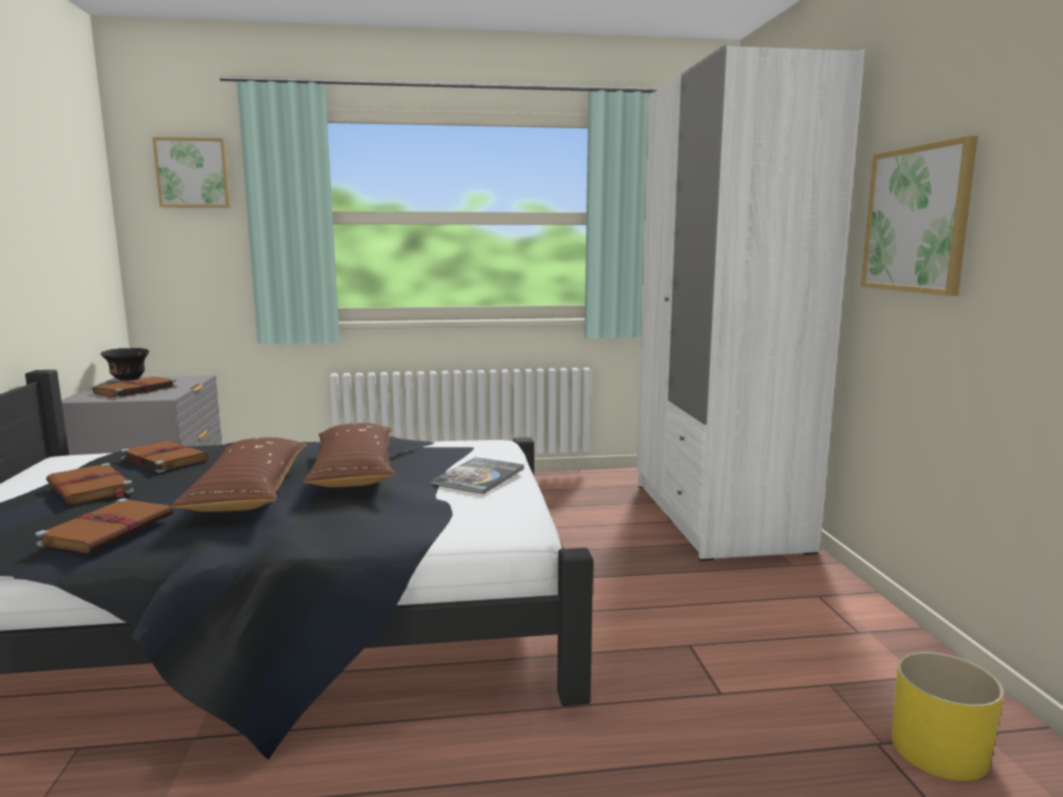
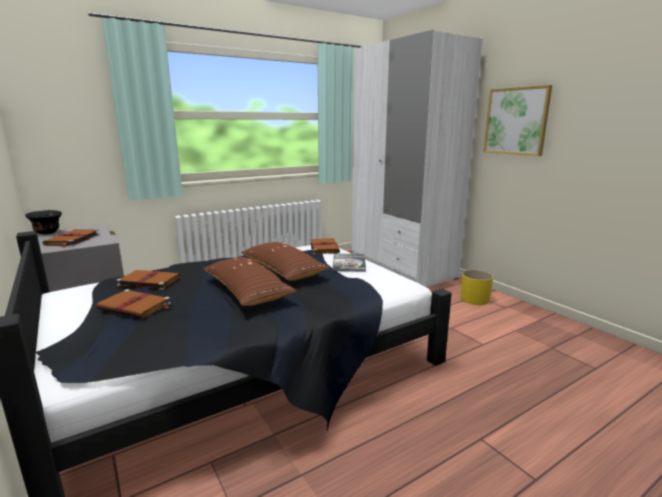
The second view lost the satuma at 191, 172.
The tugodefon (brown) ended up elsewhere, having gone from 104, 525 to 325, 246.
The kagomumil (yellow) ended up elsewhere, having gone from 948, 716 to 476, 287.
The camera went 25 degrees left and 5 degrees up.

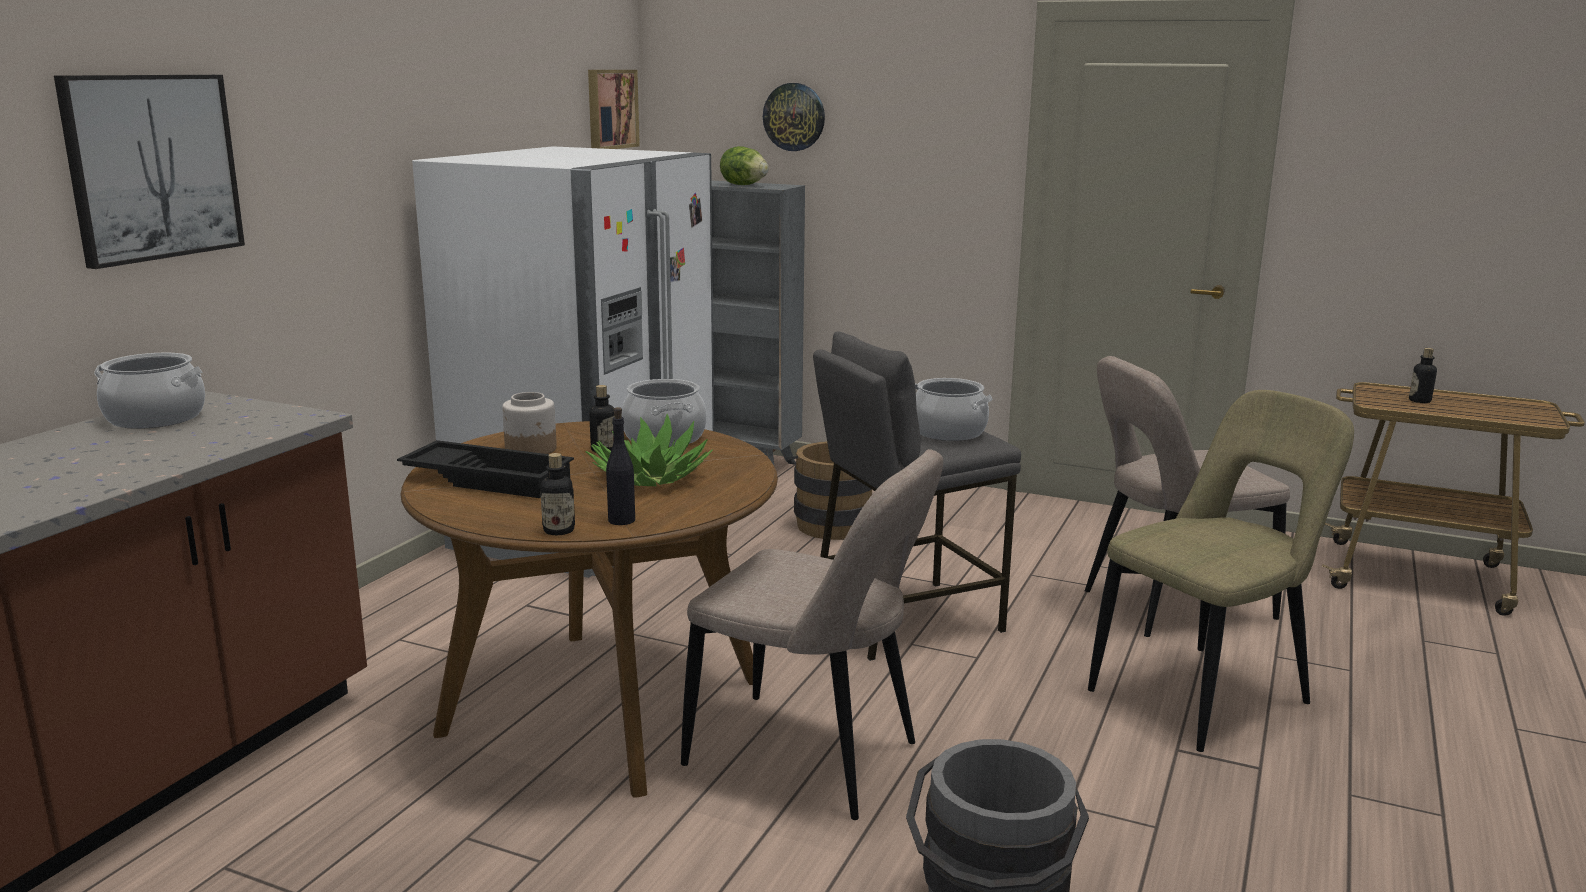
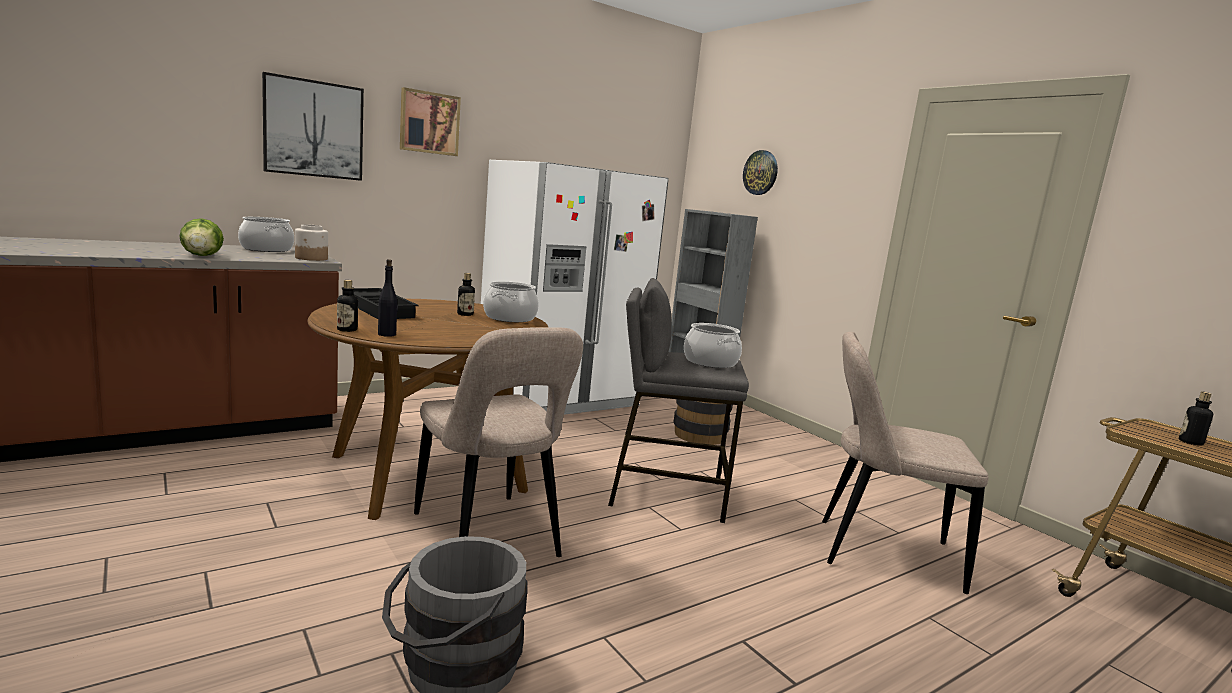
The second view lost the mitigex at 649, 450.
The second view lost the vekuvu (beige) at 1221, 571.
The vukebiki ended up elsewhere, having gone from 529, 423 to 311, 242.
The satuma ended up elsewhere, having gone from 614, 109 to 430, 121.
The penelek ended up elsewhere, having gone from 744, 165 to 201, 237.
The camera went 30 degrees right and 5 degrees down.

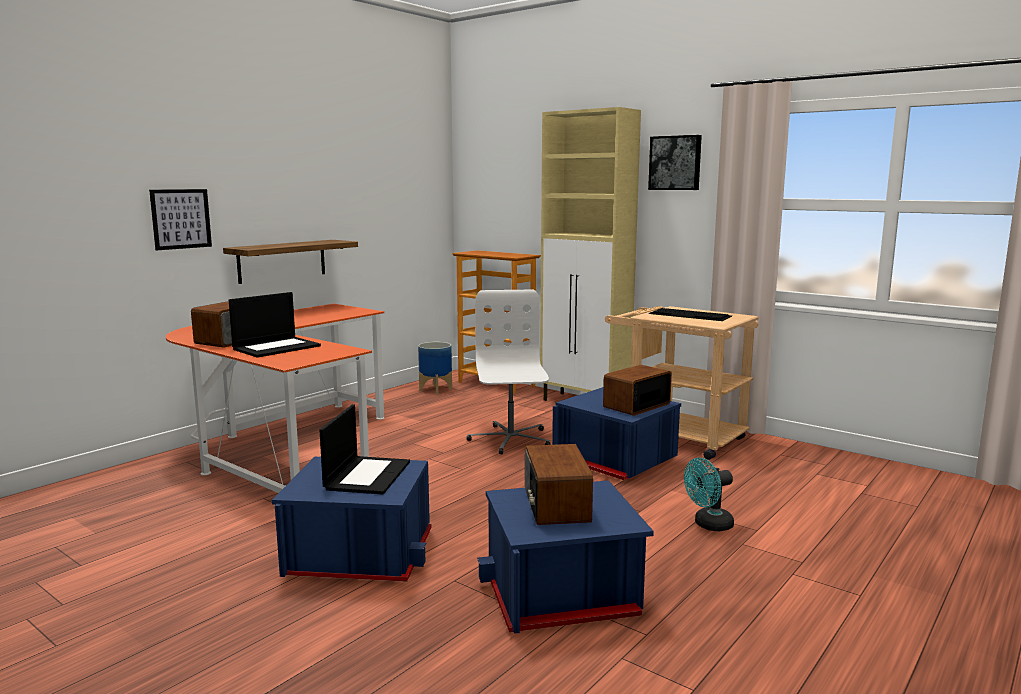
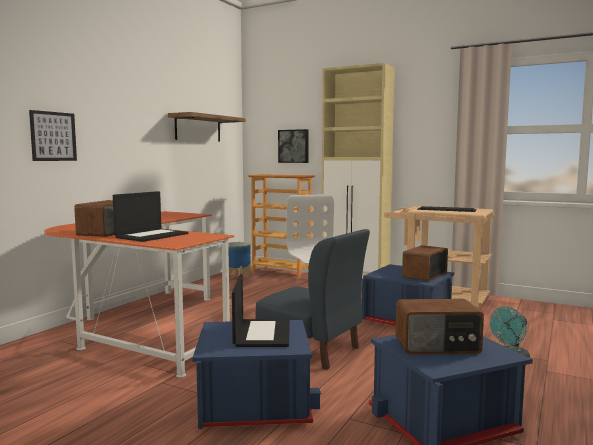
The second view gained the vekuvu (blue) at 312, 299.
The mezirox ended up elsewhere, having gone from 290, 262 to 207, 127.
The satuma ended up elsewhere, having gone from 675, 162 to 293, 146.
The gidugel at 559, 484 ended up facing another way, 75 degrees counterclockwise from before.
The camera went 10 degrees left and 5 degrees down.

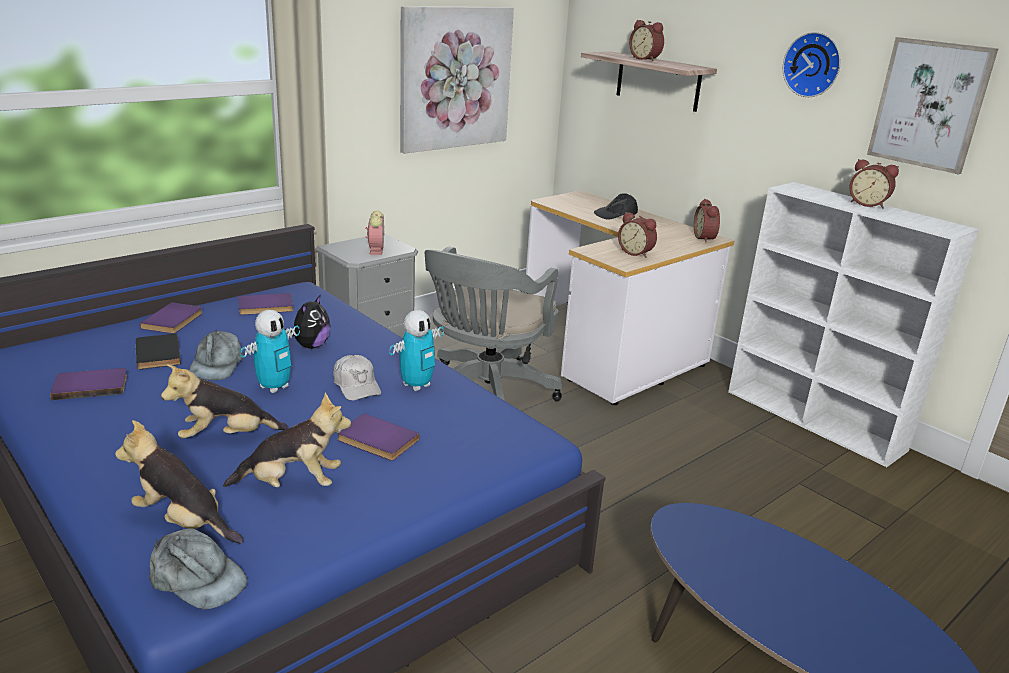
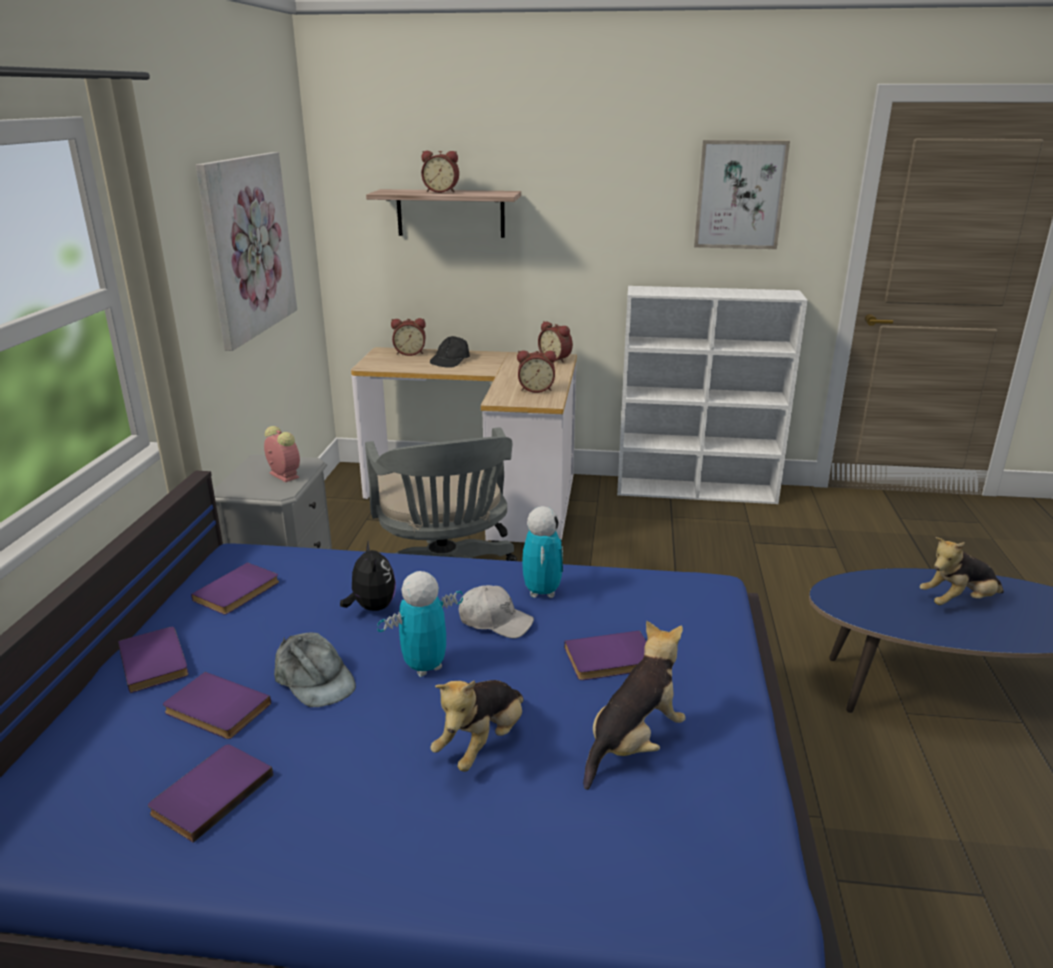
The second view lost the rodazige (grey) at 198, 569.
The second view lost the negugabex at 812, 64.
The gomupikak ended up elsewhere, having gone from 179, 481 to 962, 571.
The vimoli ended up elsewhere, having gone from 874, 184 to 408, 337.
What was the tugodefon (black) at 158, 351 turned into the tugodefon (purple) at 217, 705.
The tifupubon at 270, 351 ended up facing another way, 120 degrees counterclockwise from before.
The camera went 40 degrees left and 0 degrees up.

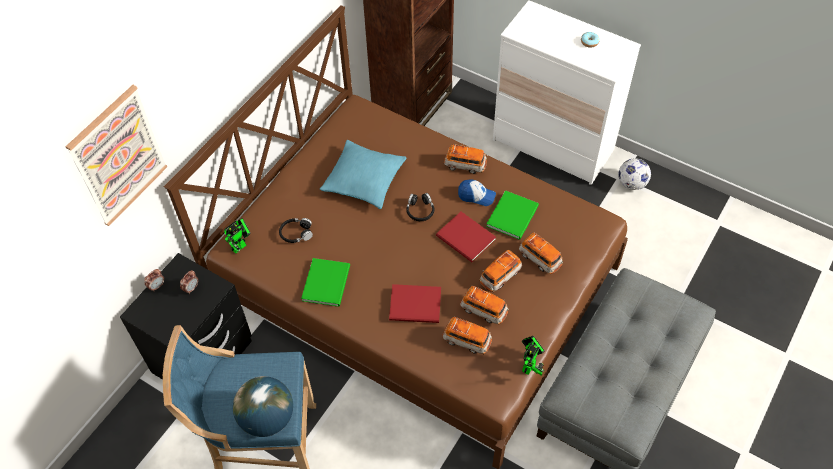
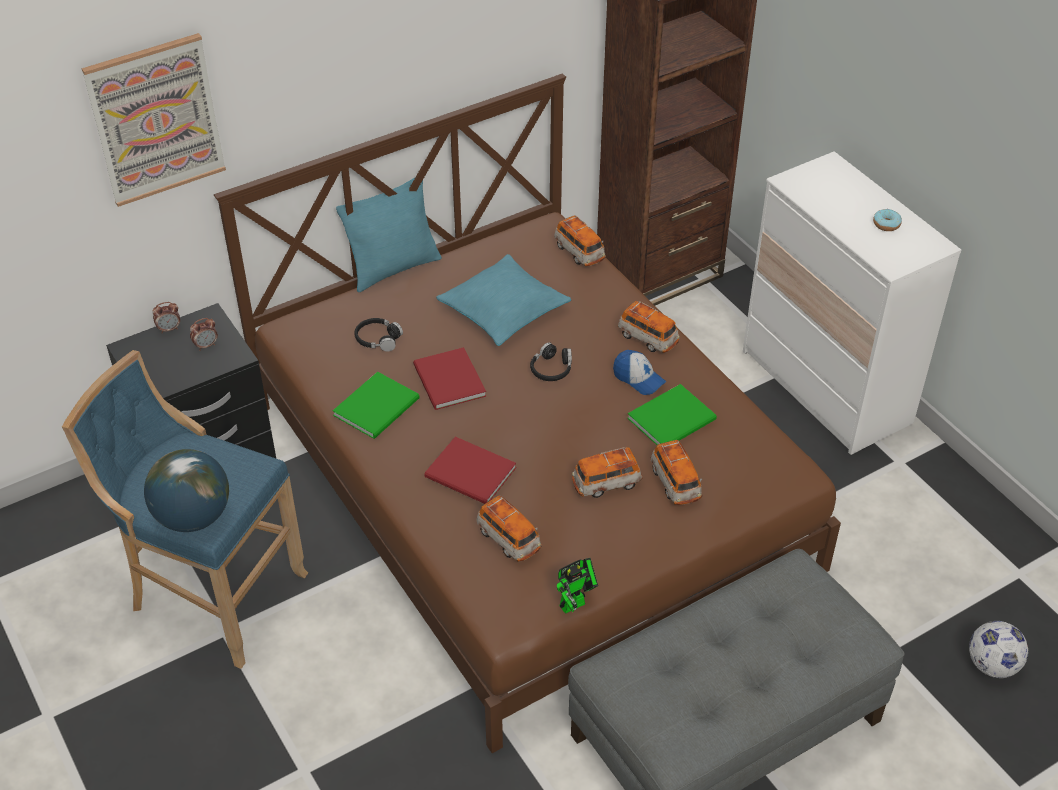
The second view lost the tifupubon at 237, 235.
The second view gained the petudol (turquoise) at 389, 235.
The tugodefon (red) ended up elsewhere, having gone from 466, 237 to 449, 378.
The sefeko ended up elsewhere, having gone from 484, 305 to 580, 240.
The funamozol ended up elsewhere, having gone from 634, 174 to 998, 649.
The camera went 25 degrees right and 10 degrees down.

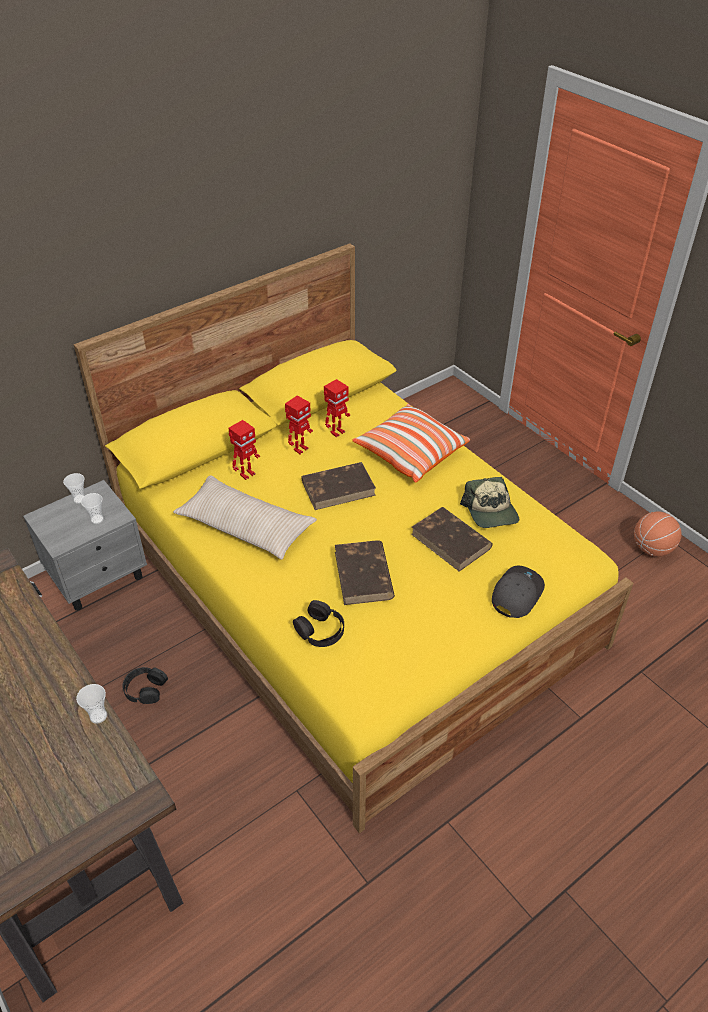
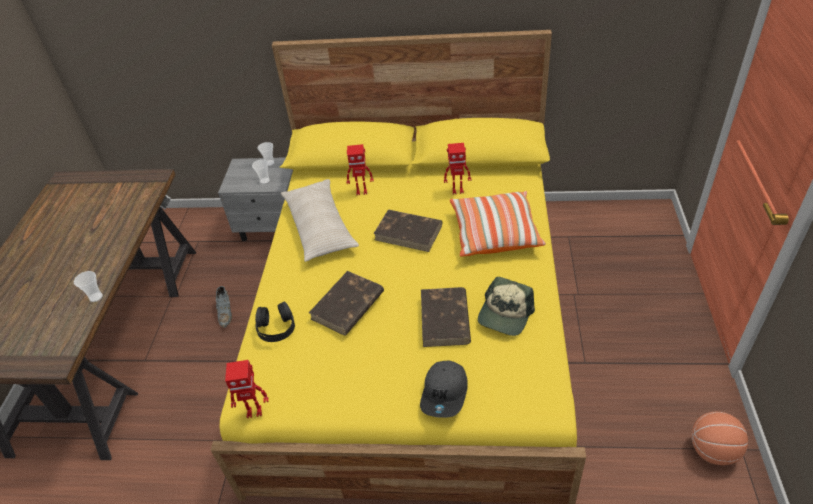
The tifupubon ended up elsewhere, having gone from 299, 424 to 246, 389.
Where the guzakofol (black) stood at 145, 685, the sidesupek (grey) came to stand at 224, 307.
The rodazige (grey) at 518, 592 ended up facing another way, 120 degrees clockwise from before.
The camera went 45 degrees right and 0 degrees up.

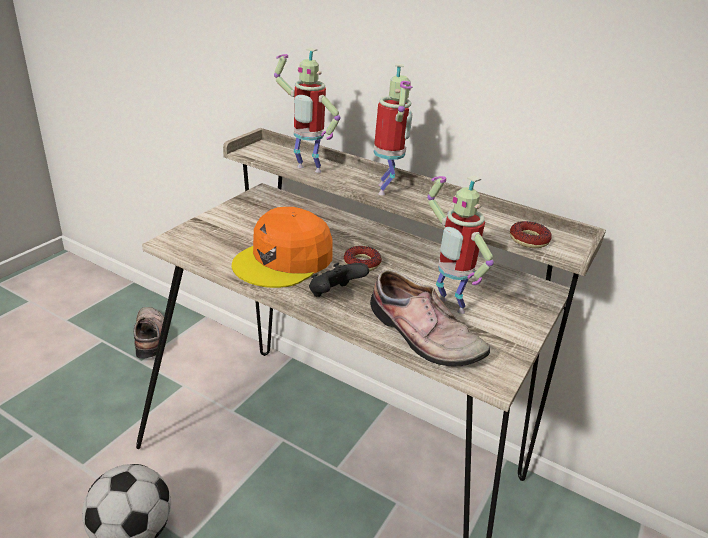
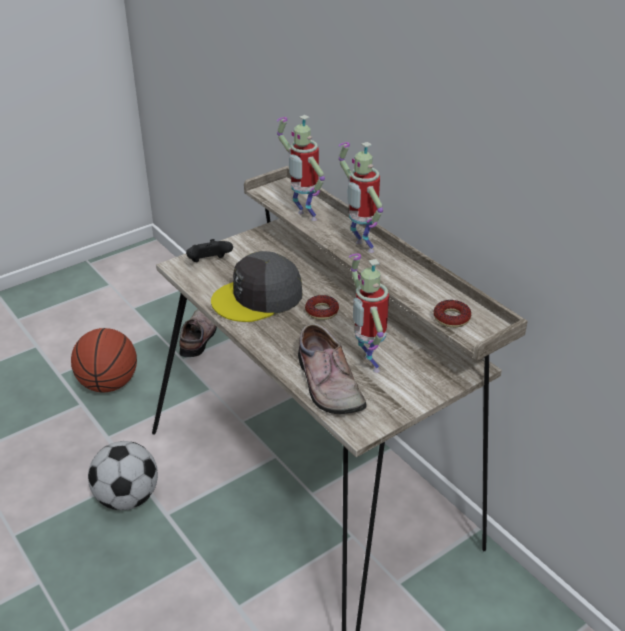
The second view gained the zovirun at 104, 360.
The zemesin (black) ended up elsewhere, having gone from 339, 280 to 209, 250.
What was the rodazige (orange) at 282, 247 turned into the rodazige (grey) at 257, 286.
The tifupubon at 393, 129 ended up facing another way, 120 degrees clockwise from before.
The camera went 25 degrees right and 5 degrees up.

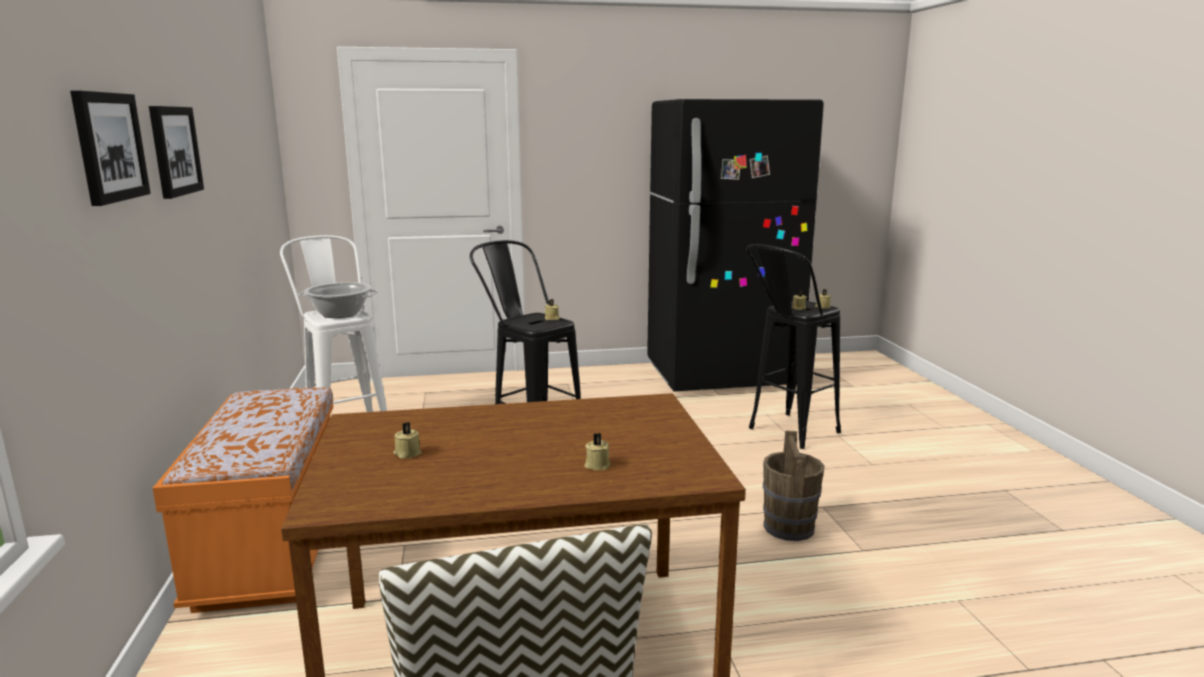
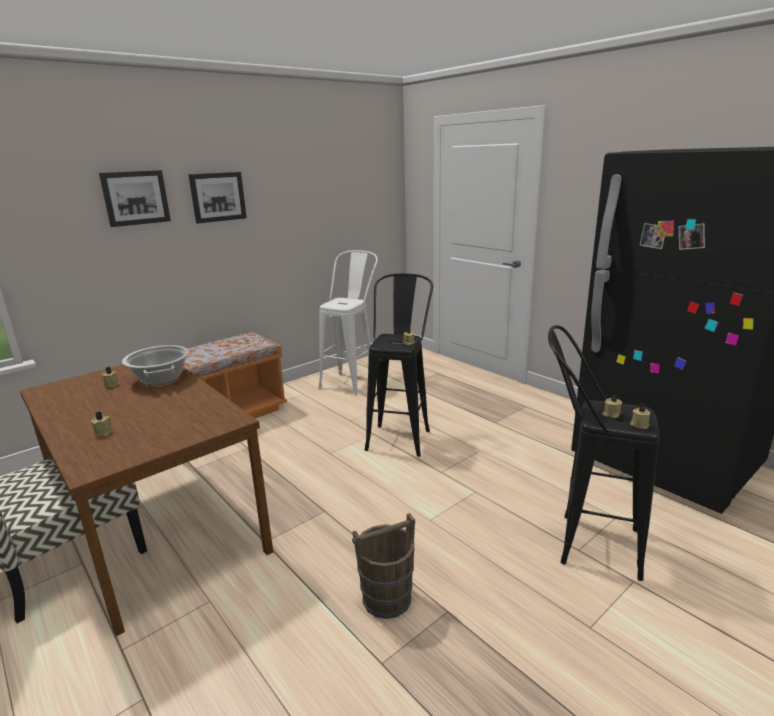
The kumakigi ended up elsewhere, having gone from 338, 300 to 155, 365.
The camera went 60 degrees right and 5 degrees up.

